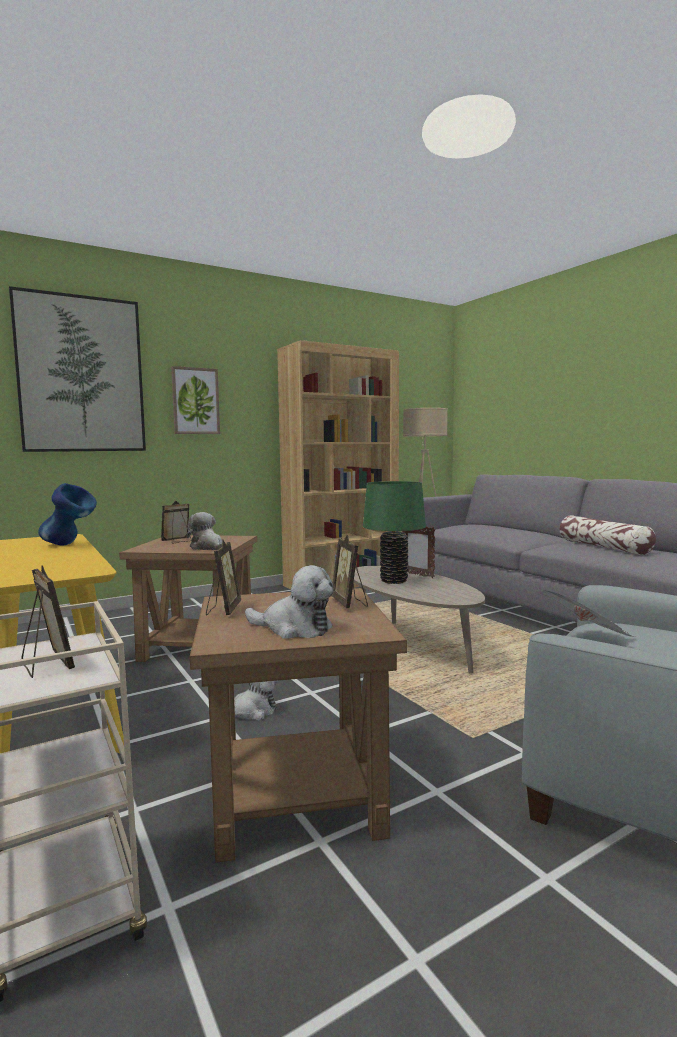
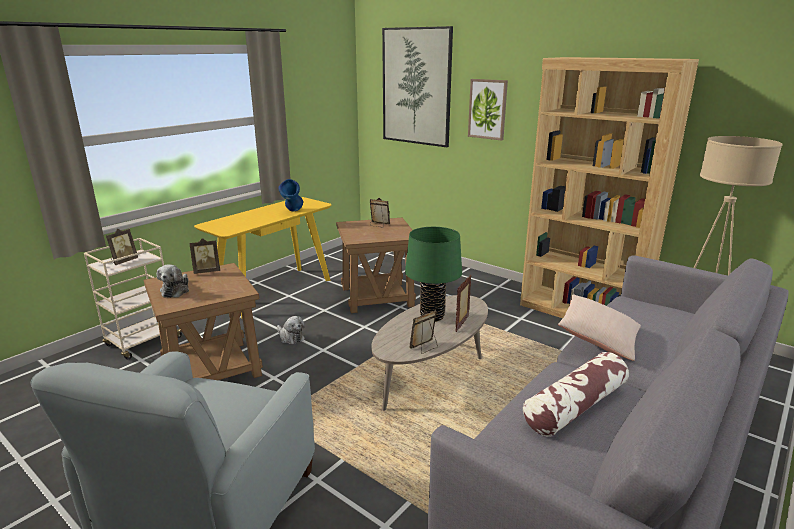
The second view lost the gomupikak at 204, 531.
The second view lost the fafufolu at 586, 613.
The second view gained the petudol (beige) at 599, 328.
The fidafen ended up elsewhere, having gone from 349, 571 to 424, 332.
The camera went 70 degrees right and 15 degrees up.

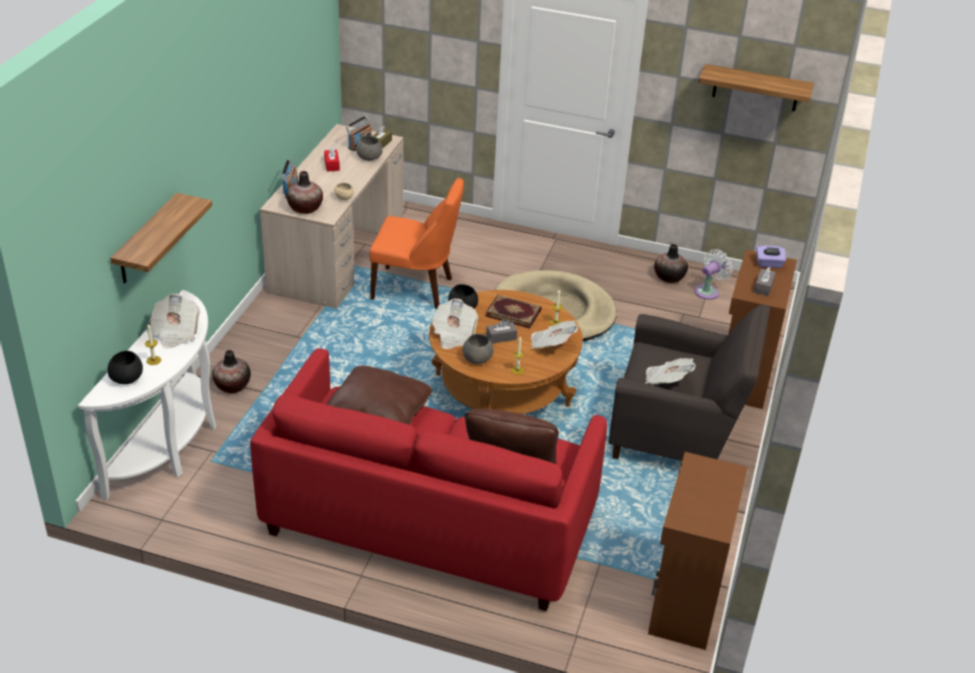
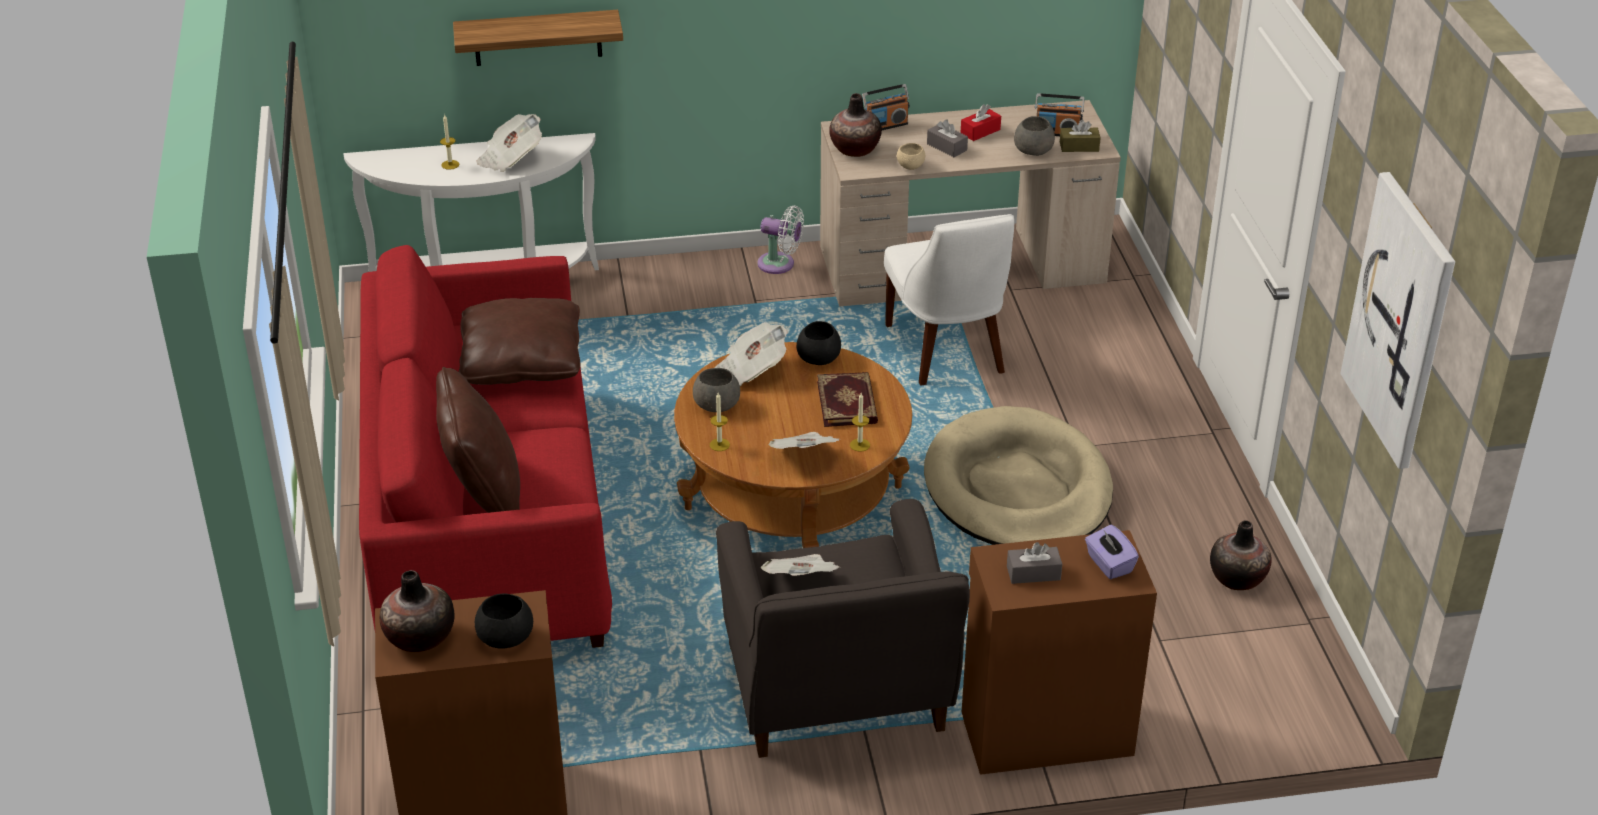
The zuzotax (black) ended up elsewhere, having gone from 125, 367 to 504, 621.
The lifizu ended up elsewhere, having gone from 231, 371 to 417, 611.
The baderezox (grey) ended up elsewhere, having gone from 501, 331 to 947, 138.
The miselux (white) ended up elsewhere, having gone from 713, 274 to 780, 240.
Where the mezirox hung at 756, 87, the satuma came to hang at 1397, 320.
What was the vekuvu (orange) at 417, 243 turned into the vekuvu (white) at 949, 300.
The camera went 65 degrees right and 0 degrees up.

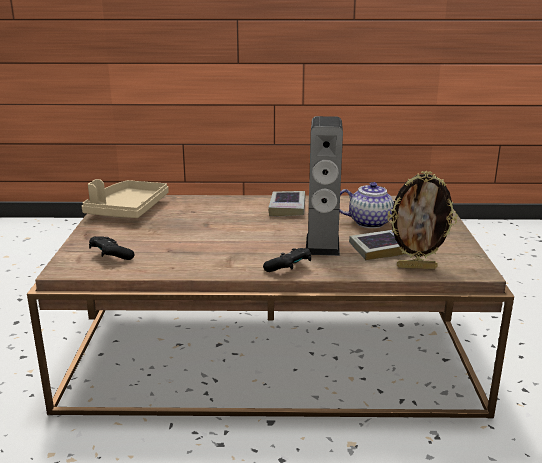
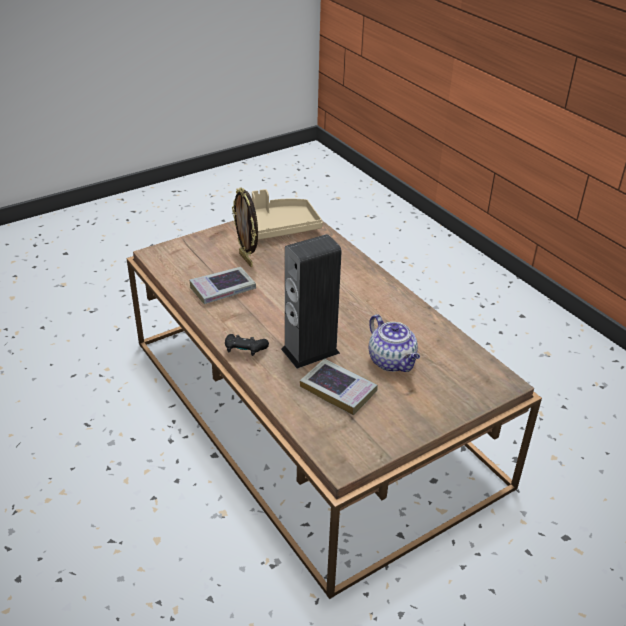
The second view lost the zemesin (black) at 112, 248.
The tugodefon ended up elsewhere, having gone from 286, 203 to 222, 285.
The fidafen ended up elsewhere, having gone from 422, 220 to 245, 227.
The camera went 55 degrees right and 15 degrees up.

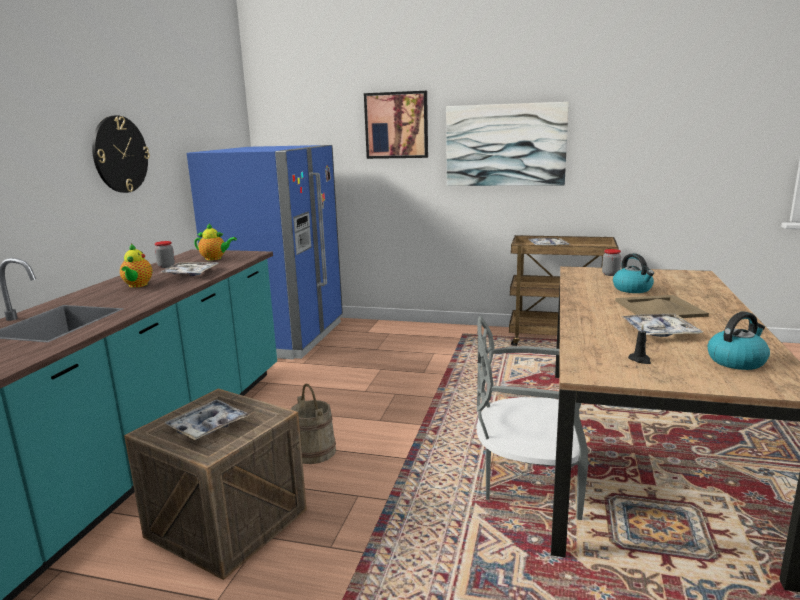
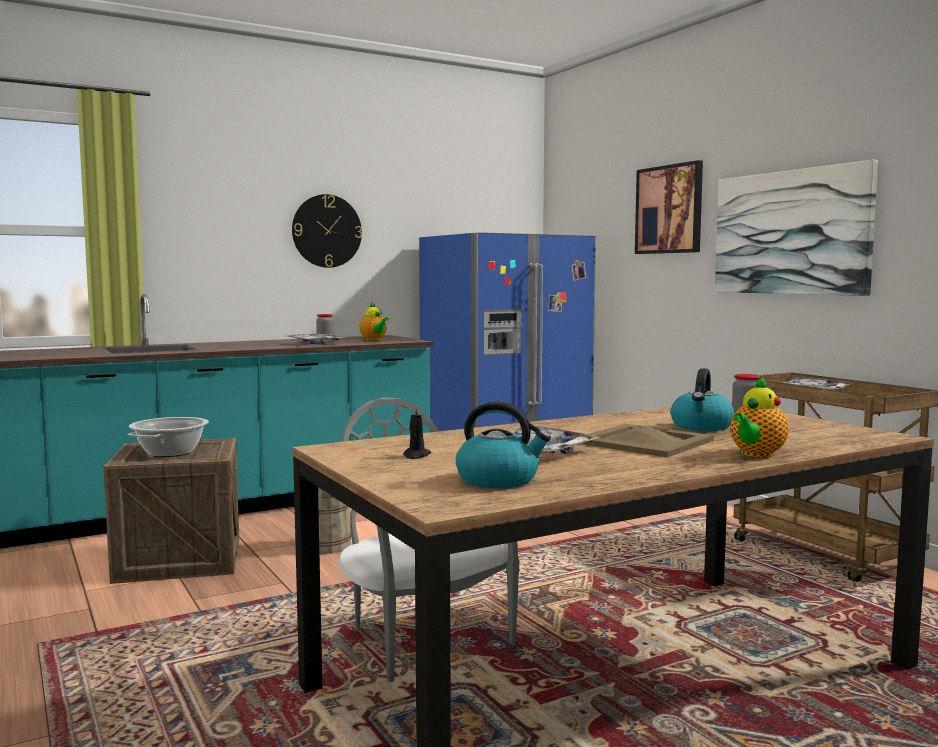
The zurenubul ended up elsewhere, having gone from 136, 266 to 759, 416.
Where the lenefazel stood at 207, 420, the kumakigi came to stand at 168, 437.
The camera went 45 degrees right and 10 degrees down.

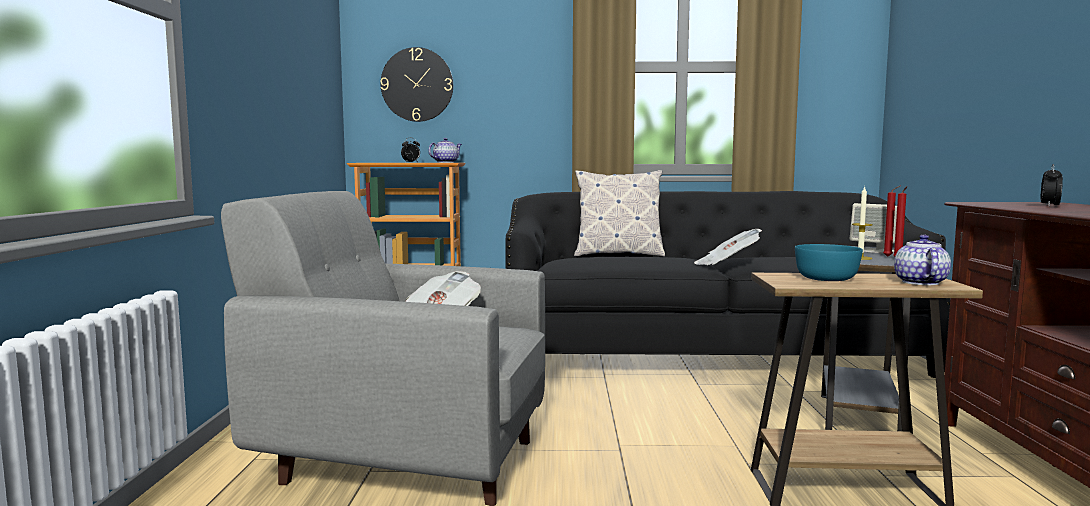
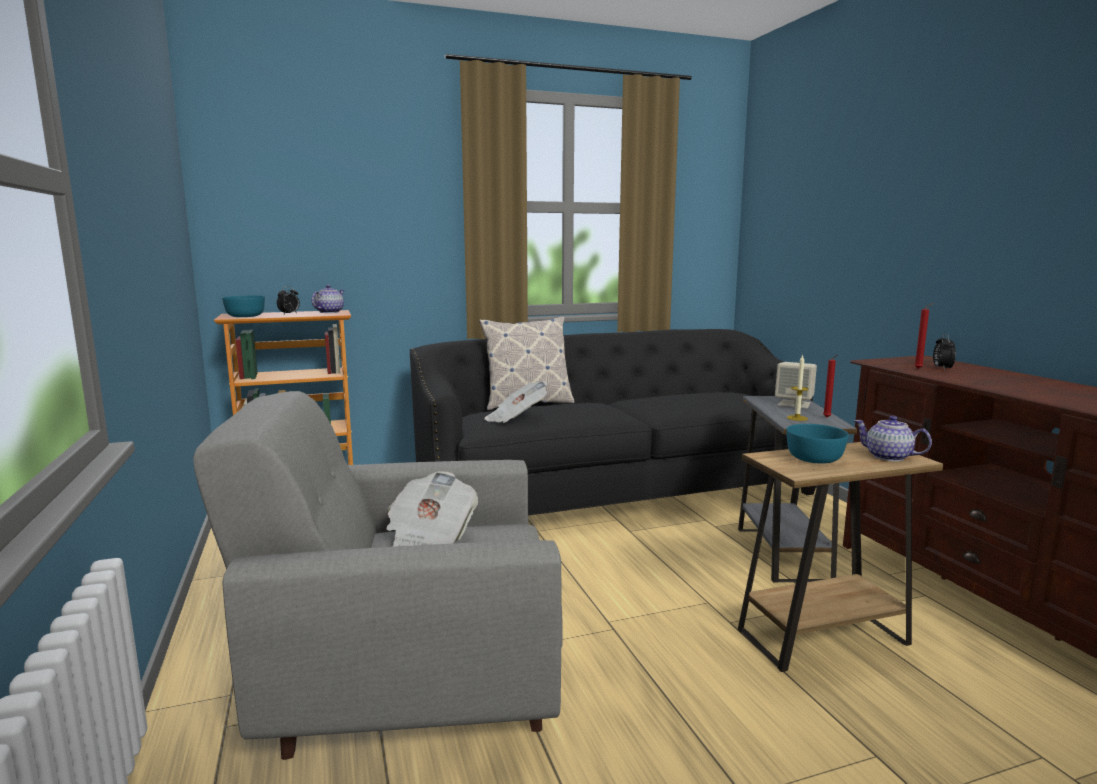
The second view lost the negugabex at 416, 84.
The second view gained the zuzotax (turquoise) at 243, 306.
The fafufolu ended up elsewhere, having gone from 728, 247 to 516, 402.
The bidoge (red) ended up elsewhere, having gone from 891, 221 to 924, 336.
The zurenubul at 922, 260 ended up facing another way, 45 degrees counterclockwise from before.
The camera went 20 degrees left and 5 degrees up.

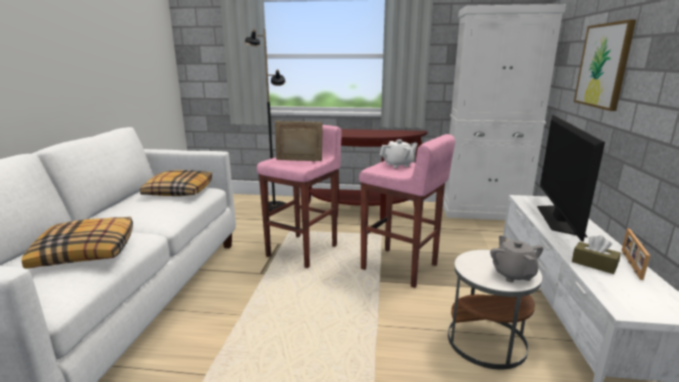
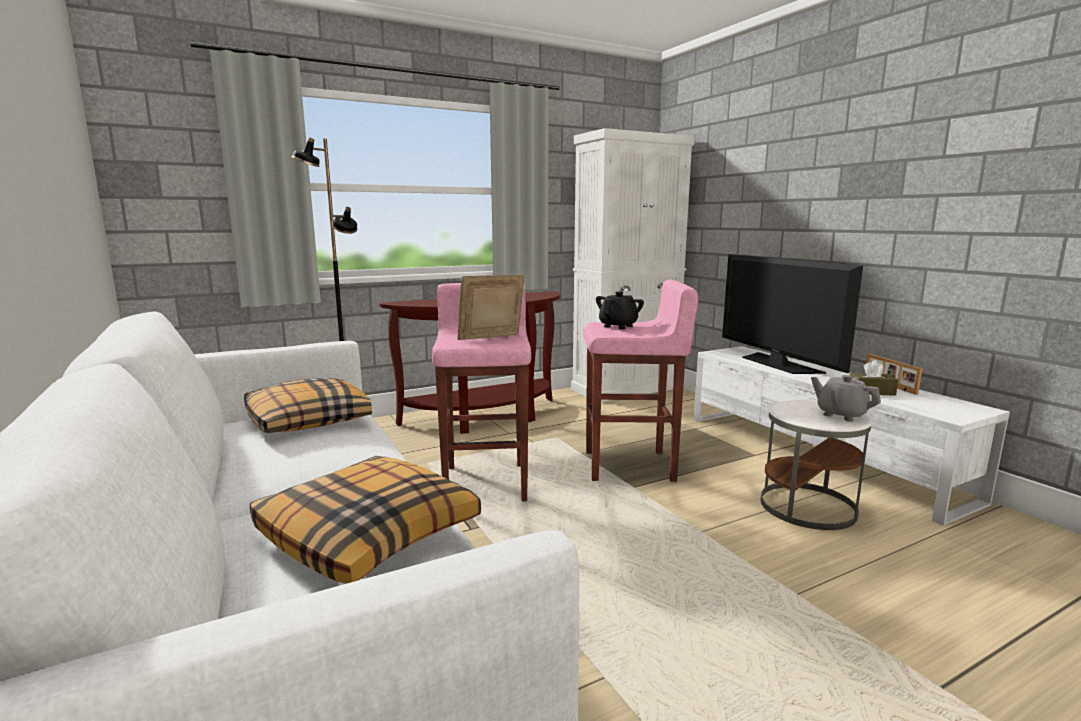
The second view lost the satuma at 605, 65.
What was the zurenubul (white) at 399, 153 turned into the zurenubul (black) at 620, 310.
The camera went 35 degrees left and 5 degrees down.

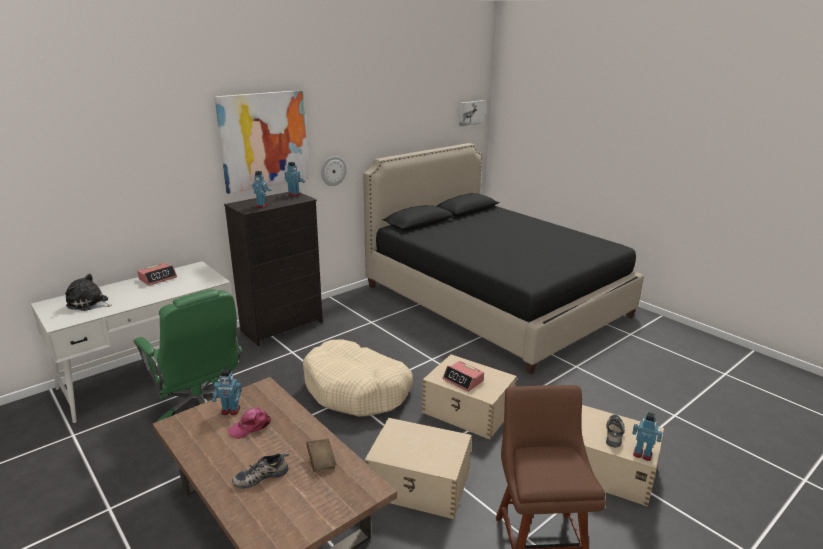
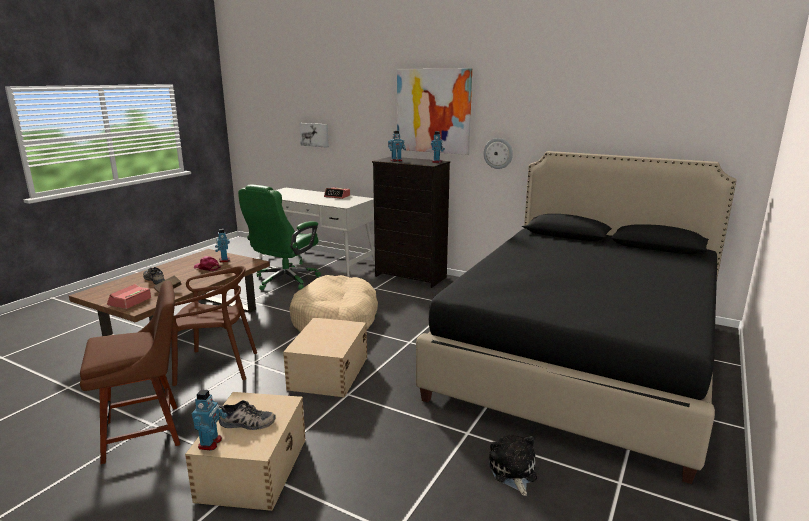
The gomupikak ended up elsewhere, having gone from 88, 292 to 513, 465.
The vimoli ended up elsewhere, having gone from 463, 376 to 129, 296.
The satuma ended up elsewhere, having gone from 472, 113 to 314, 135.
Where the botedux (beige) stood at 418, 468, the vekuvu (brown) came to stand at 214, 326.
The camera went 70 degrees right and 5 degrees down.

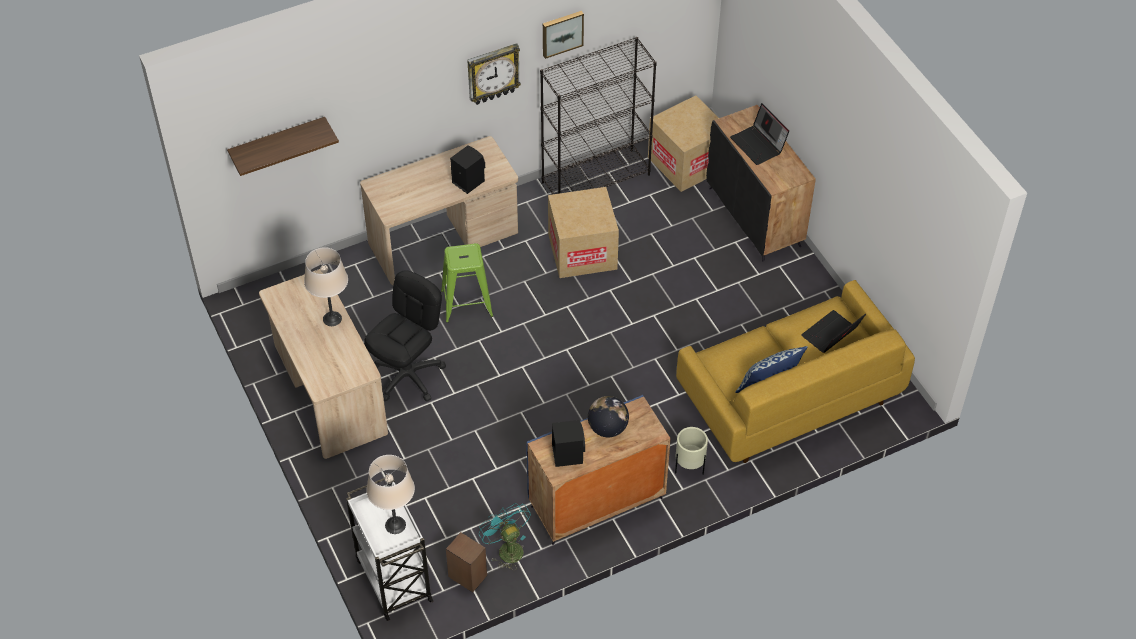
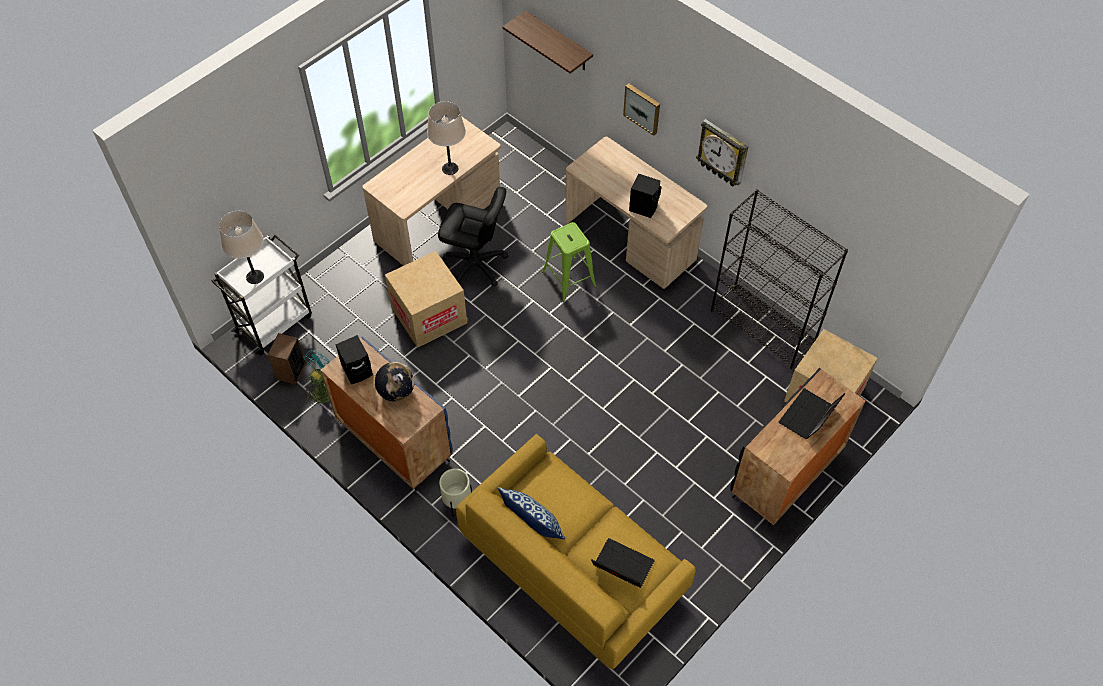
The satuma ended up elsewhere, having gone from 563, 35 to 641, 109.
The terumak ended up elsewhere, having gone from 583, 232 to 426, 299.
The camera went 70 degrees right and 5 degrees up.

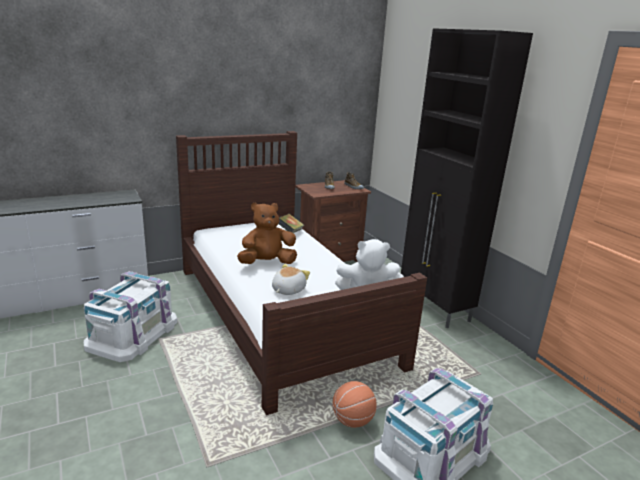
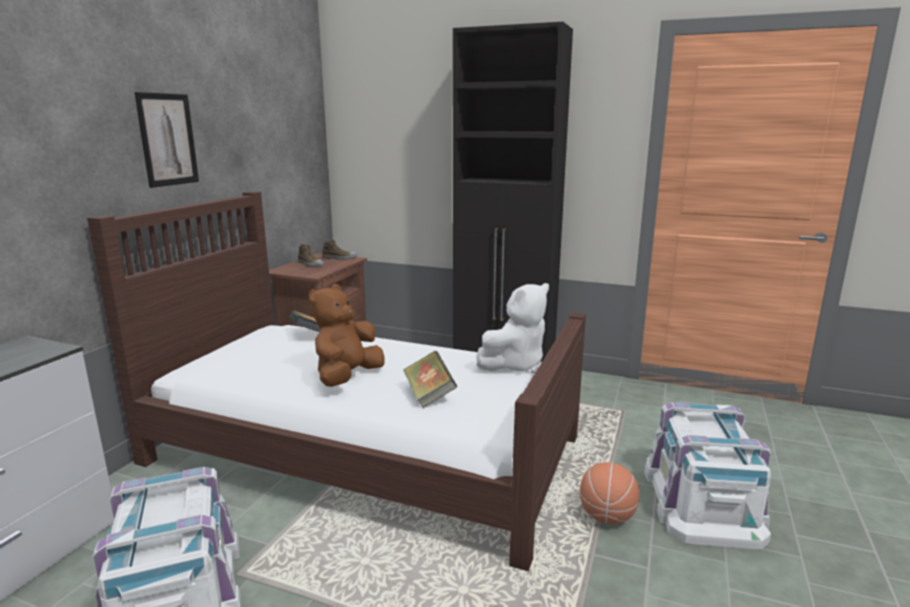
The second view gained the satuma at 166, 140.
Where the gomupikak stood at 291, 279, the tugodefon came to stand at 430, 379.
The camera went 40 degrees left and 5 degrees down.

